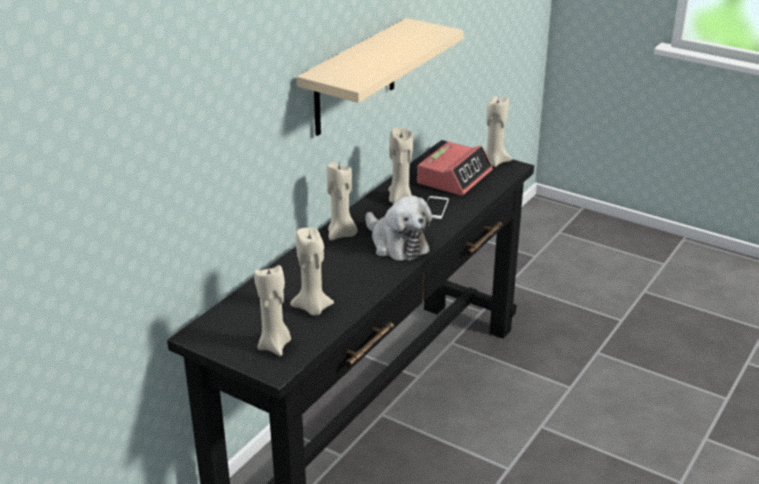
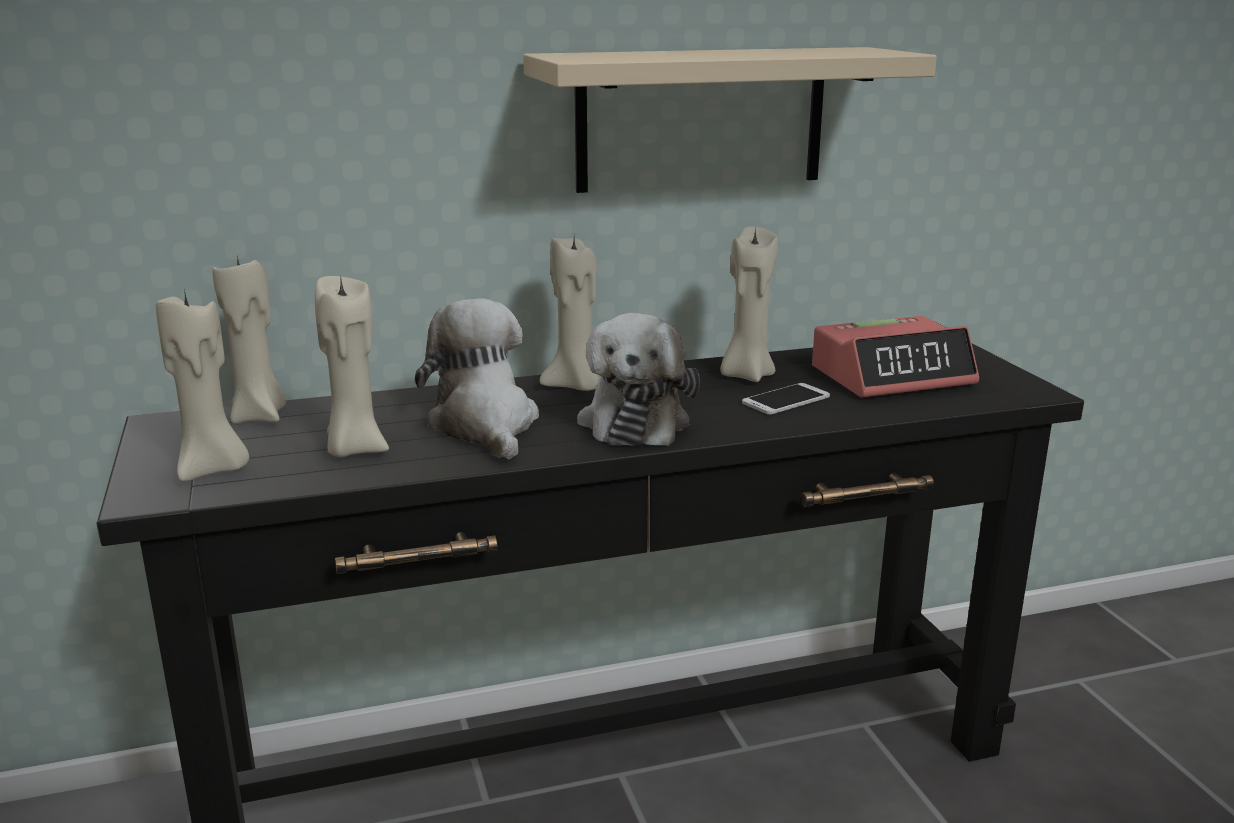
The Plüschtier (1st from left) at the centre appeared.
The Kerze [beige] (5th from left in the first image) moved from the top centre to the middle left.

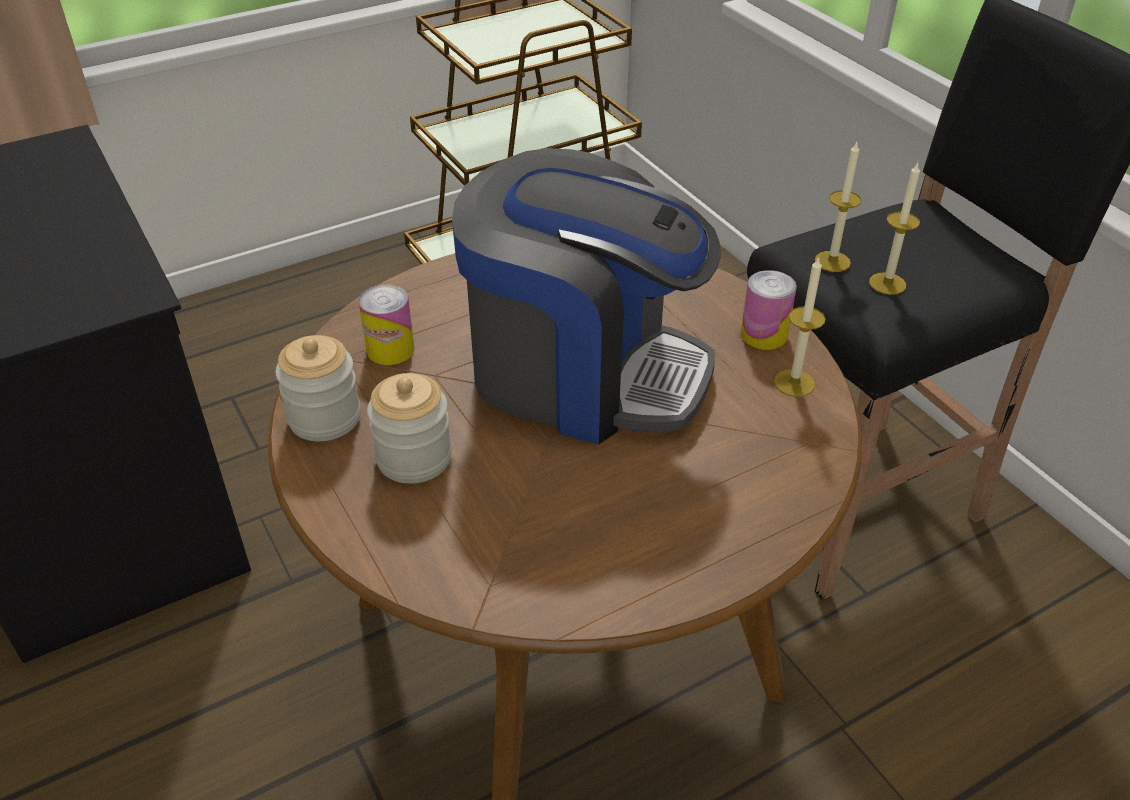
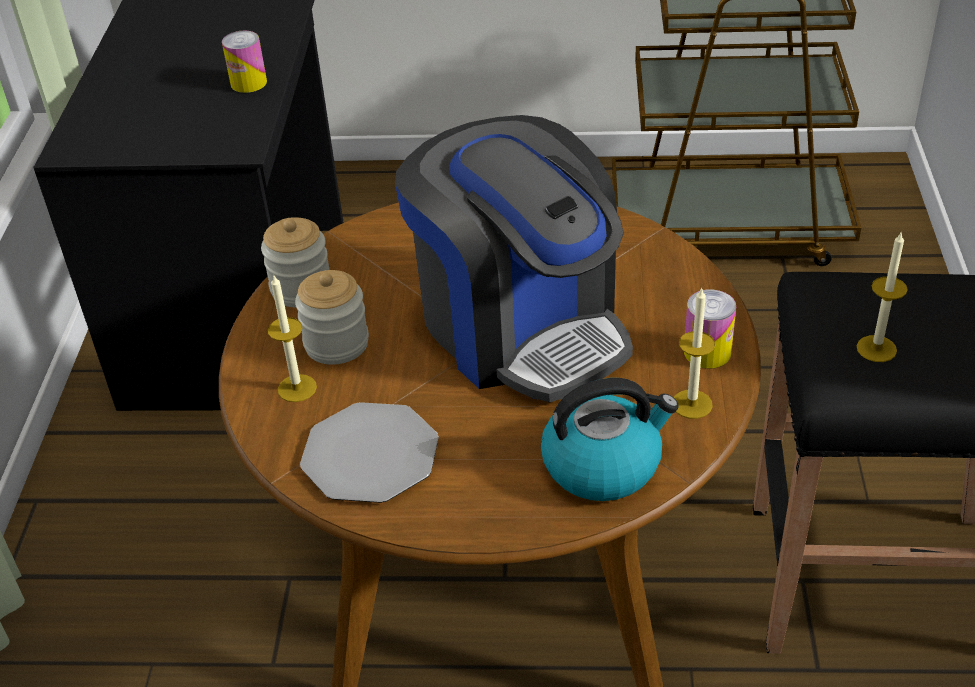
The Teller at the centre appeared.
The Wasserkessel at the centre appeared.
The Dose (1st from left) moved from the centre to the top left.
The Kerze (2nd from left in the first image) moved from the top right to the middle left.

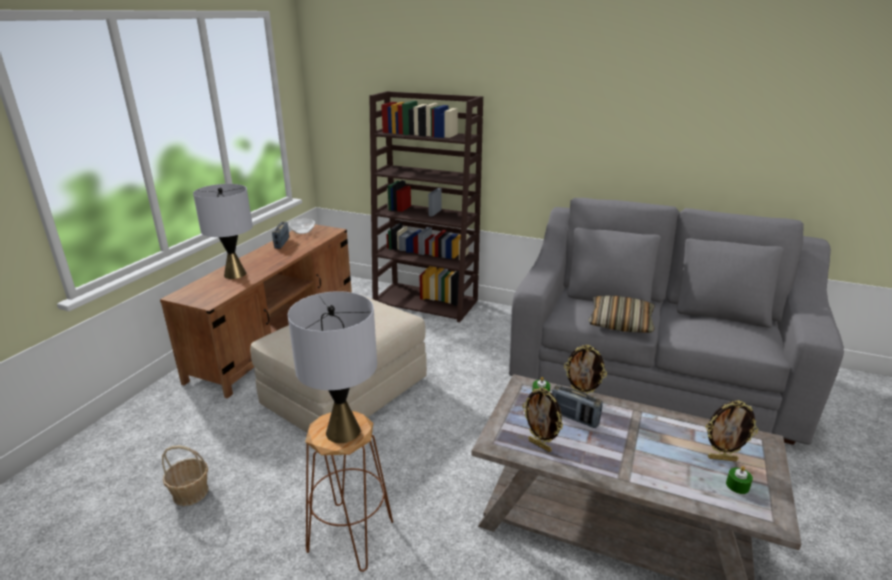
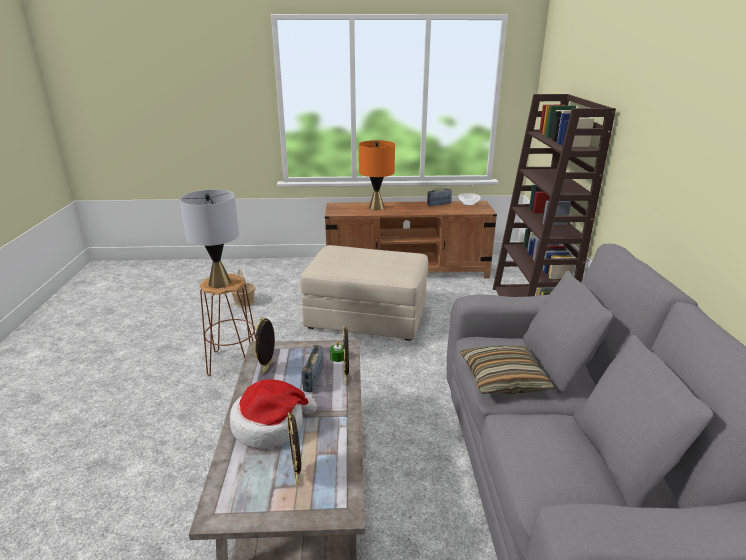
The Kerze [grün] (2nd from left) at the bottom right disappeared.
The Hut at the bottom centre appeared.
The Tischlampe [grau] (1st from left) at the middle left became the Tischlampe [orange] at the top centre.

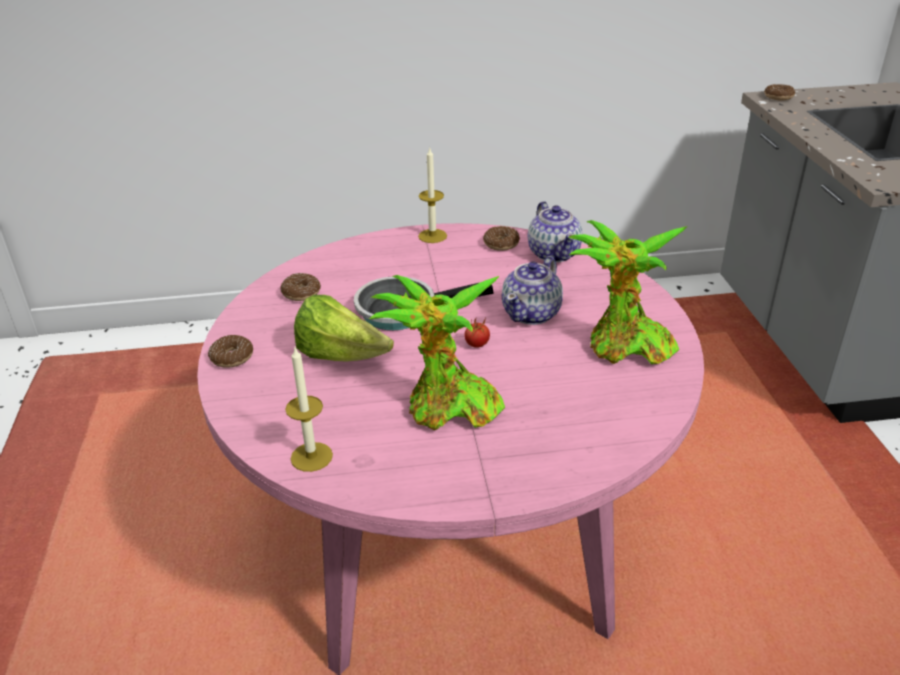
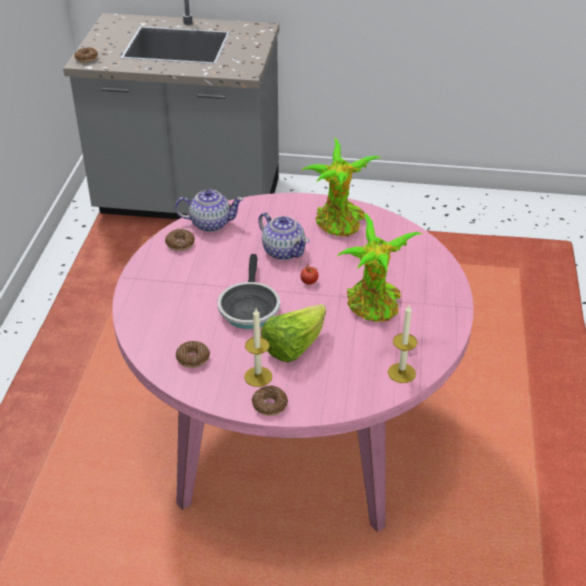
The Kerze (2nd from left in the first image) moved from the top centre to the centre.

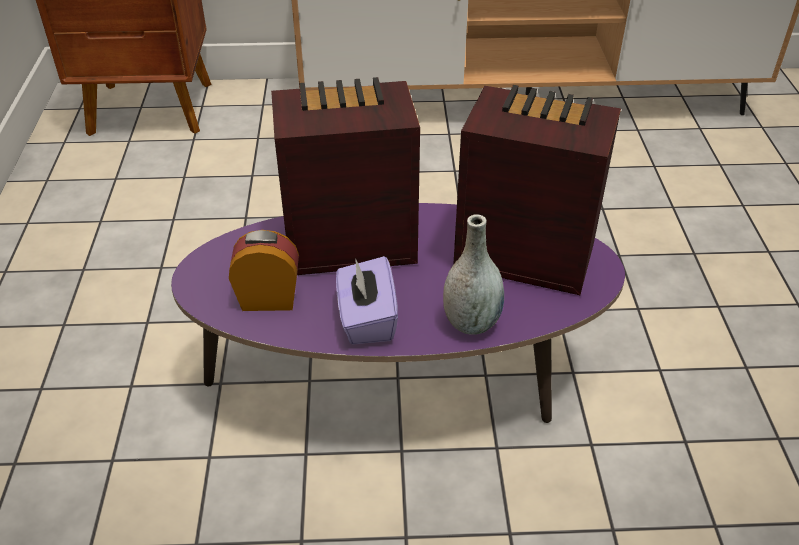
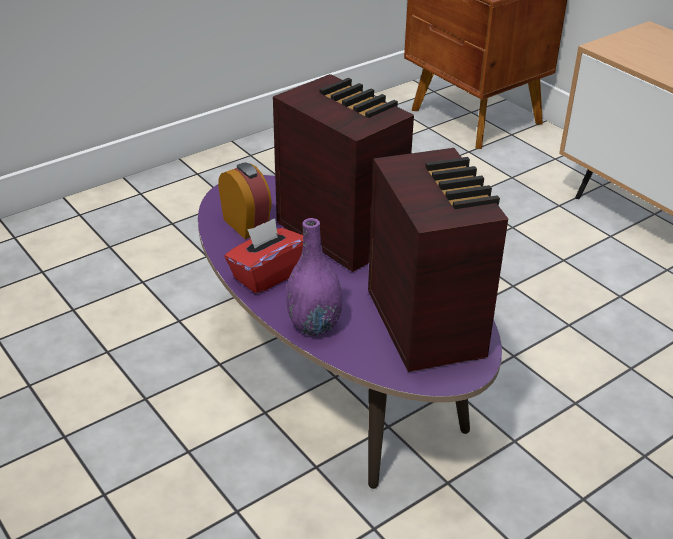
The Taschentuchbox [lila] at the centre became the Taschentuchbox [rot] at the centre.
The Vase [grau] at the centre became the Vase [lila] at the centre.

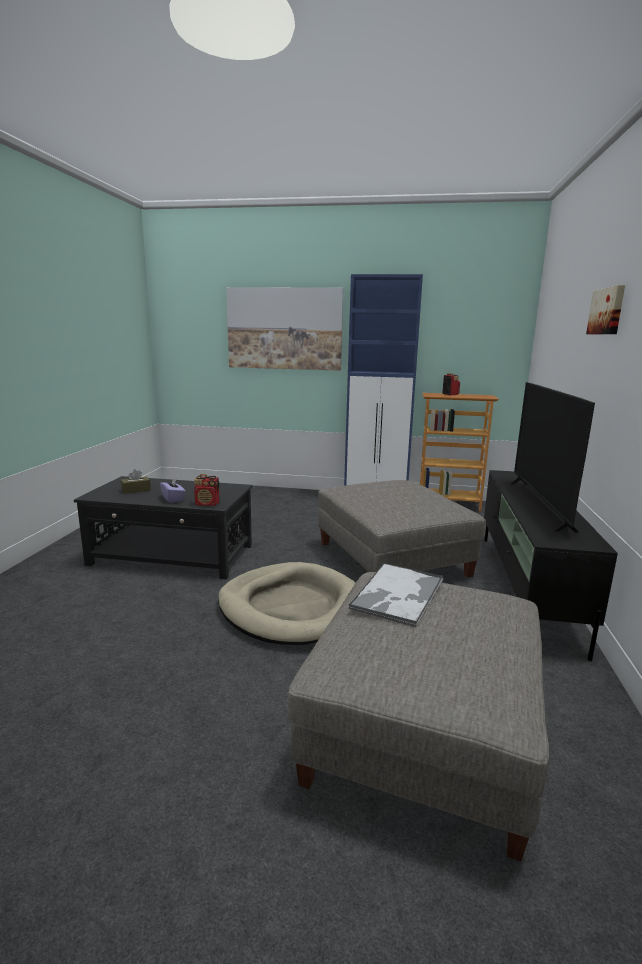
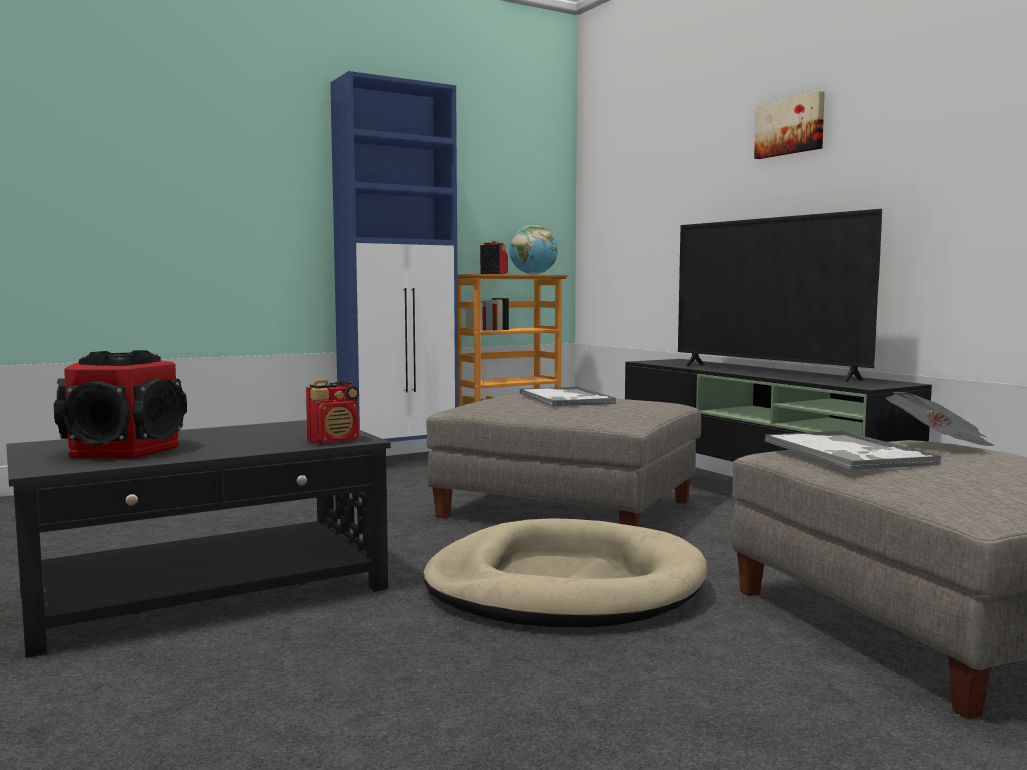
The Taschentuchbox [lila] at the middle left disappeared.
The Bild (1st from left) at the centre disappeared.
The Globus at the top centre appeared.
The Tablett (1st from left) at the centre appeared.
The Zeitung at the middle right appeared.
The Taschentuchbox [braun] at the middle left was replaced by the Lautsprecher at the middle left.

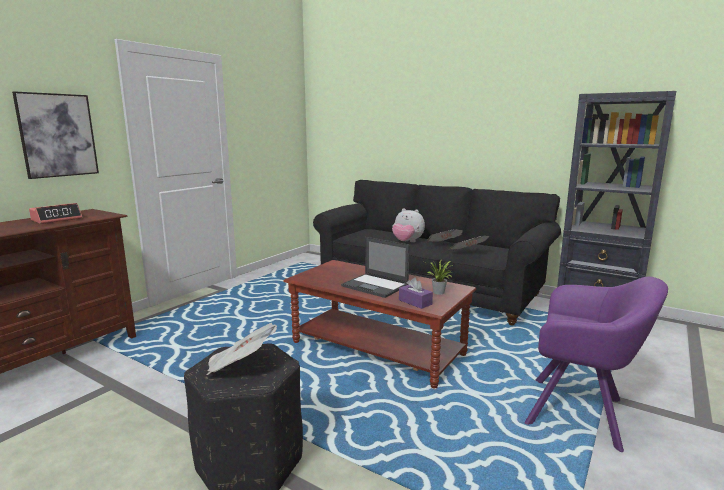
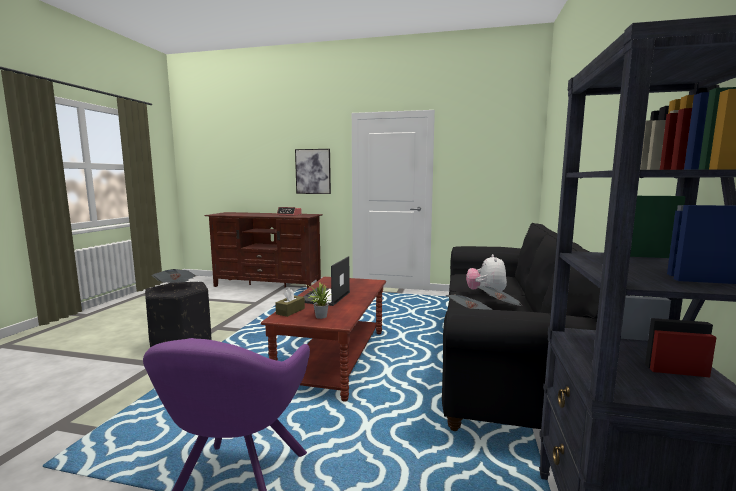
The Taschentuchbox [lila] at the centre became the Taschentuchbox [braun] at the centre.

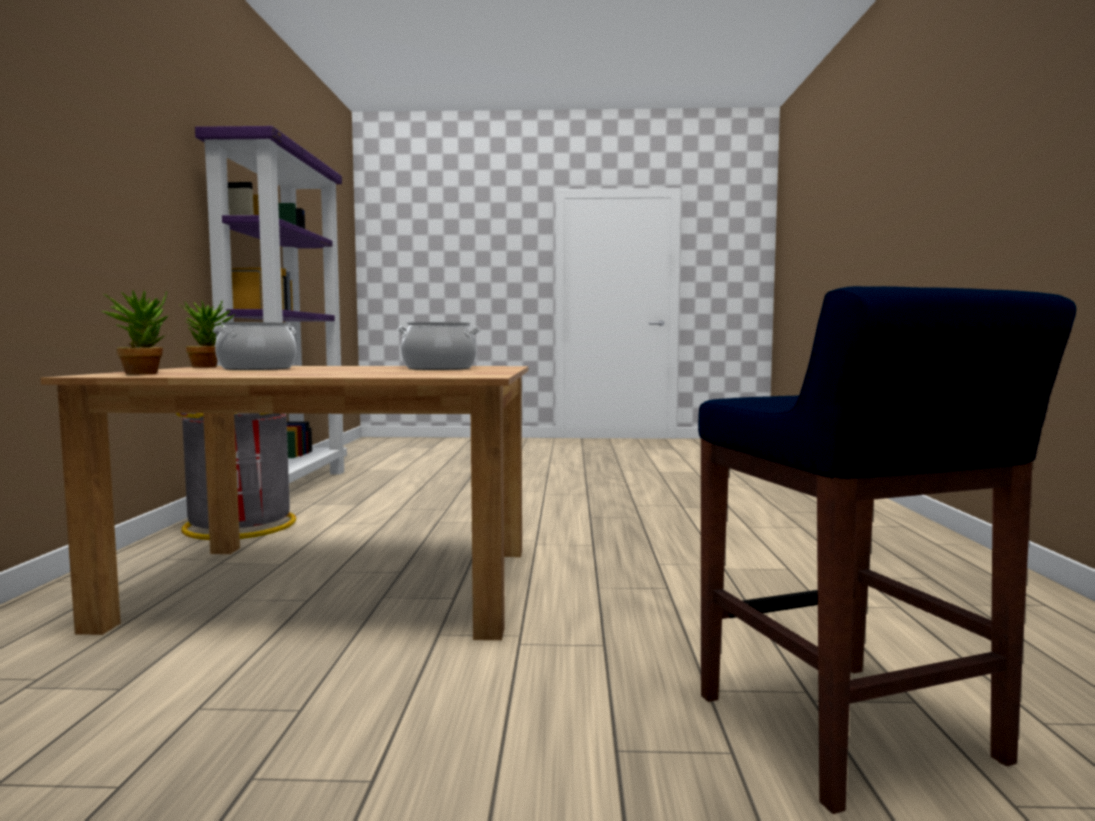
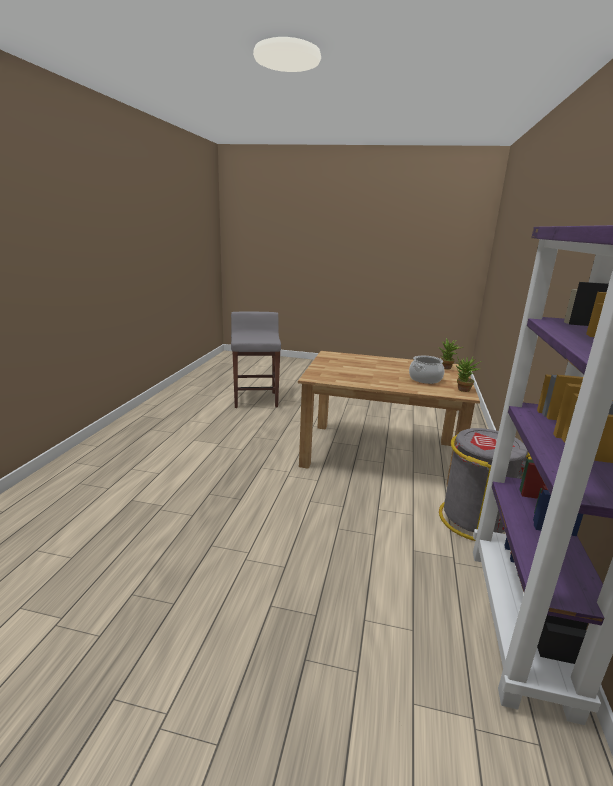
The Kochtopf (2nd from left) at the centre disappeared.
The Hocker [blau] at the bottom right became the Hocker [grau] at the centre.

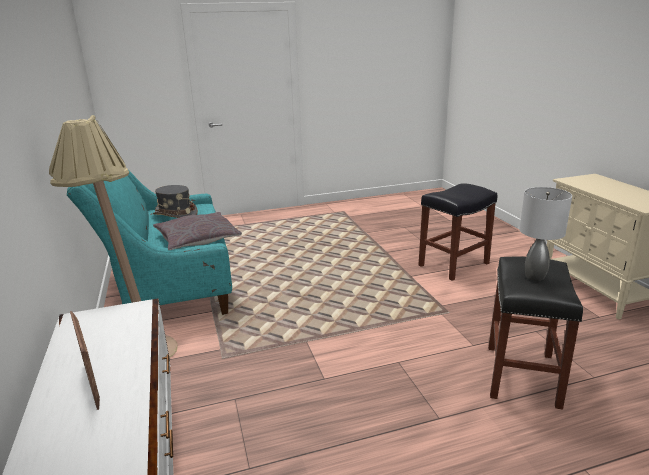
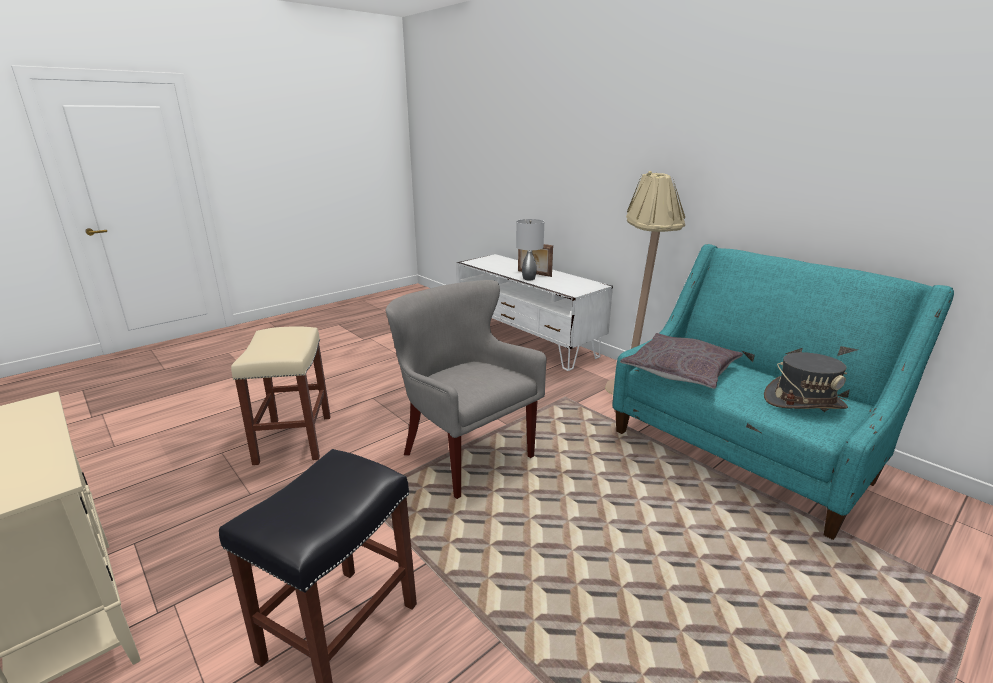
The Sessel [grau] at the centre appeared.
The Tischlampe [grau] moved from the middle right to the centre.
The Hocker [schwarz] (2nd from left) at the bottom right became the Hocker [beige] at the middle left.

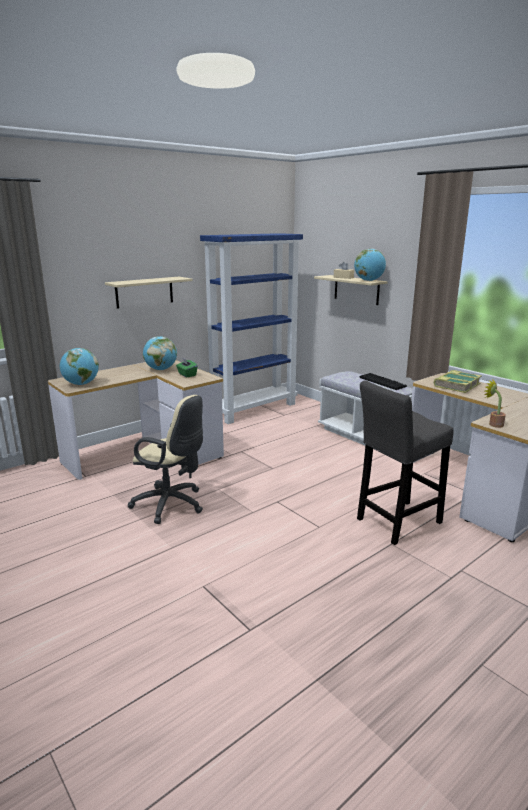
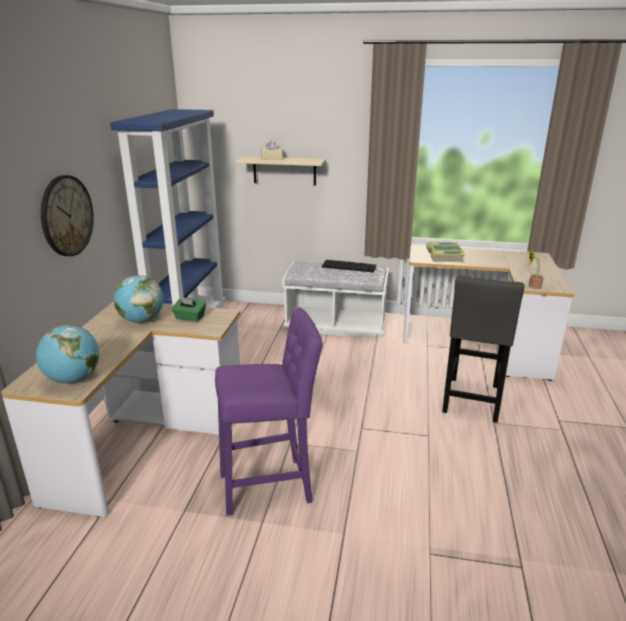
The Globus (3rd from left) at the top right disappeared.
The Wandregal [beige] (1st from left) at the middle left was replaced by the Wanduhr at the middle left.
The Bürostuhl [beige] at the middle left was replaced by the Hocker [lila] at the centre.

